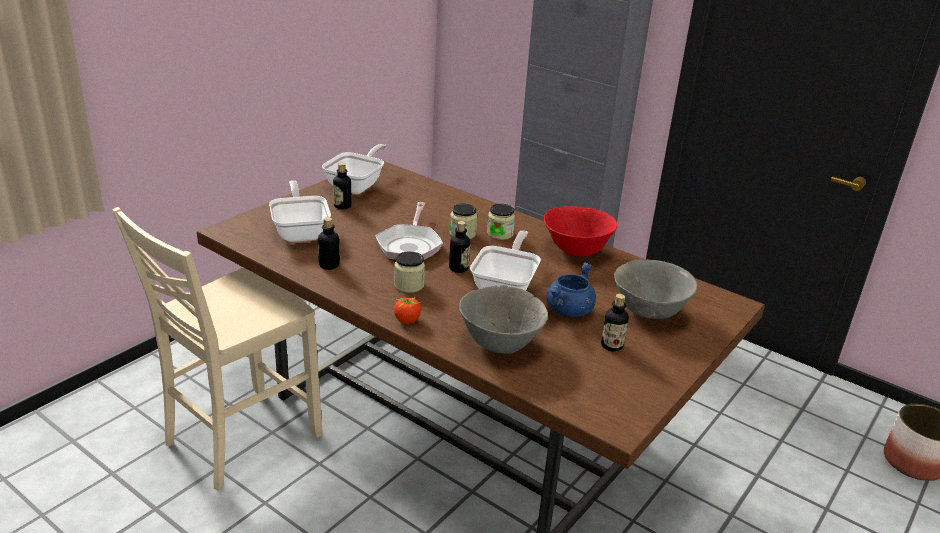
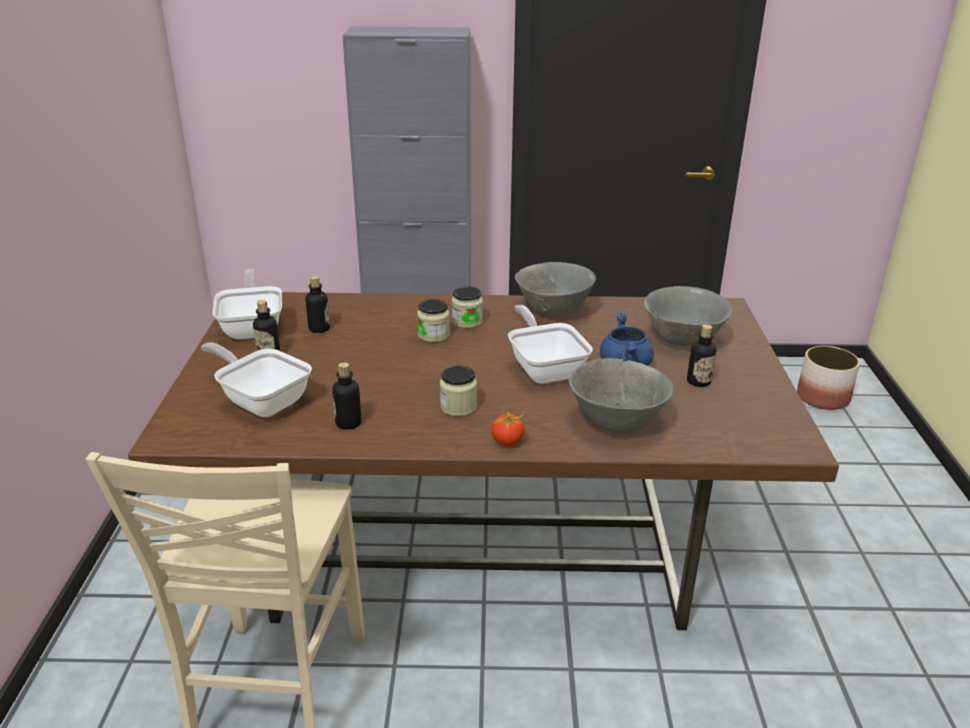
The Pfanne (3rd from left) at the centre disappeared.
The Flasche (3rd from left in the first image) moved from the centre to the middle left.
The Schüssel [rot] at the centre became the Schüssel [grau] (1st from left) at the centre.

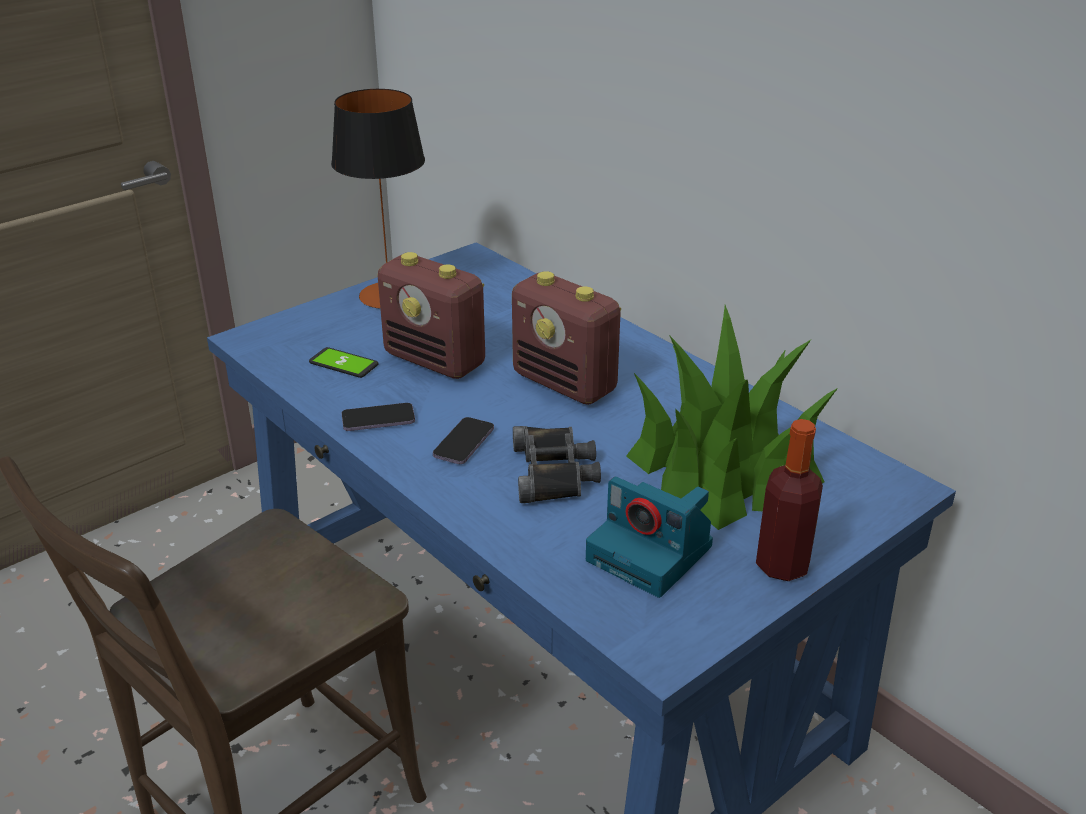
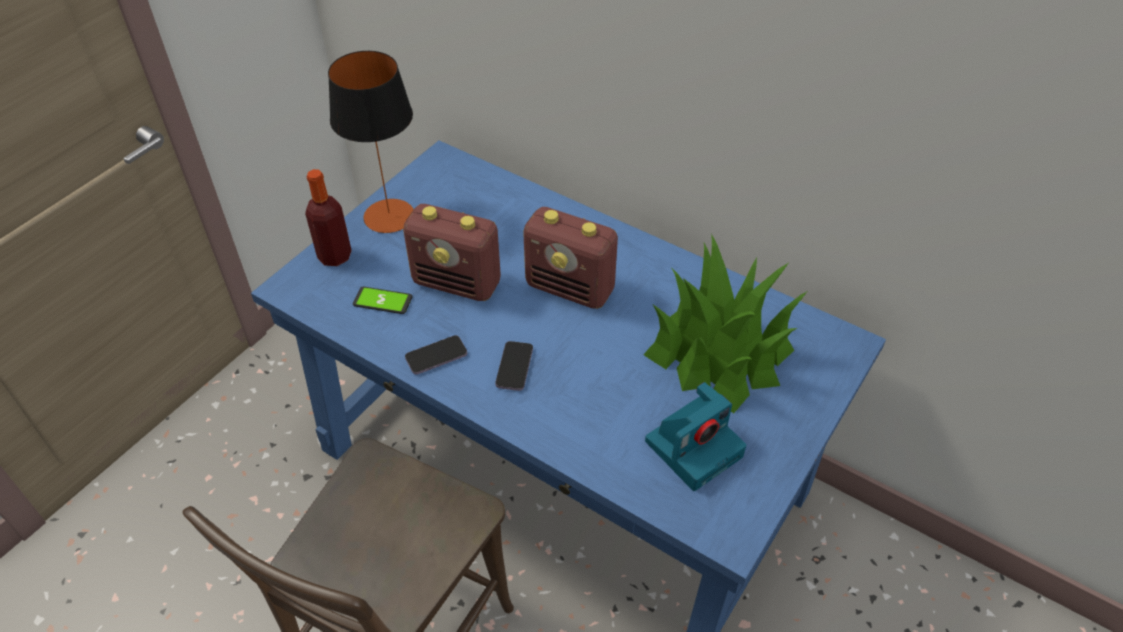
The Fernglas [schwarz] at the centre disappeared.
The Flasche moved from the middle right to the middle left.
The Kamera at the centre turned 60 degrees counterclockwise.

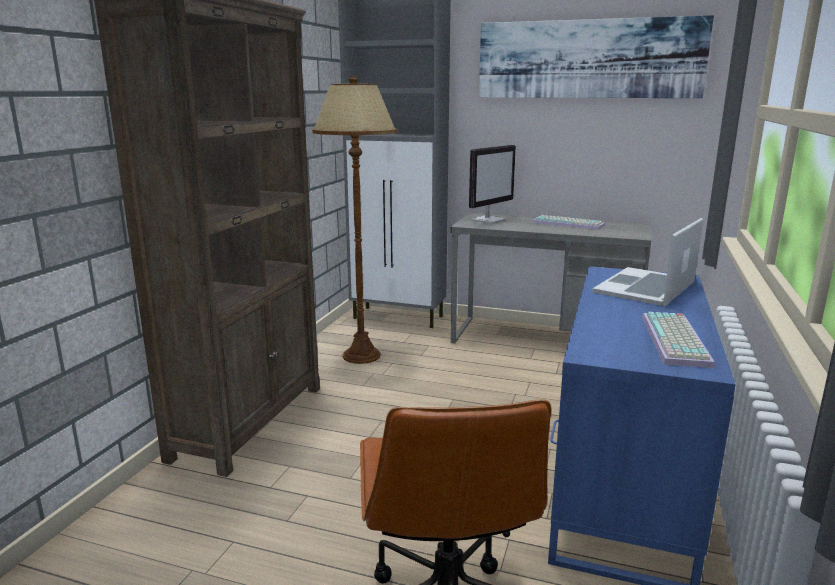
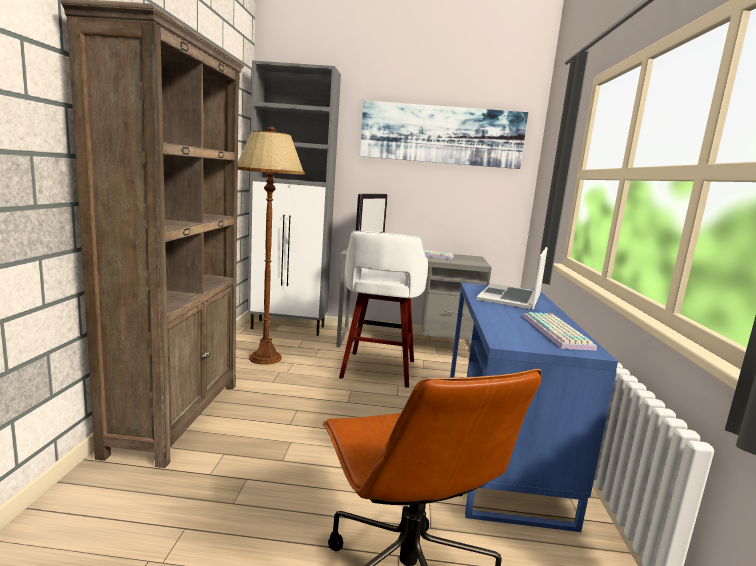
The Hocker [weiß] at the centre appeared.

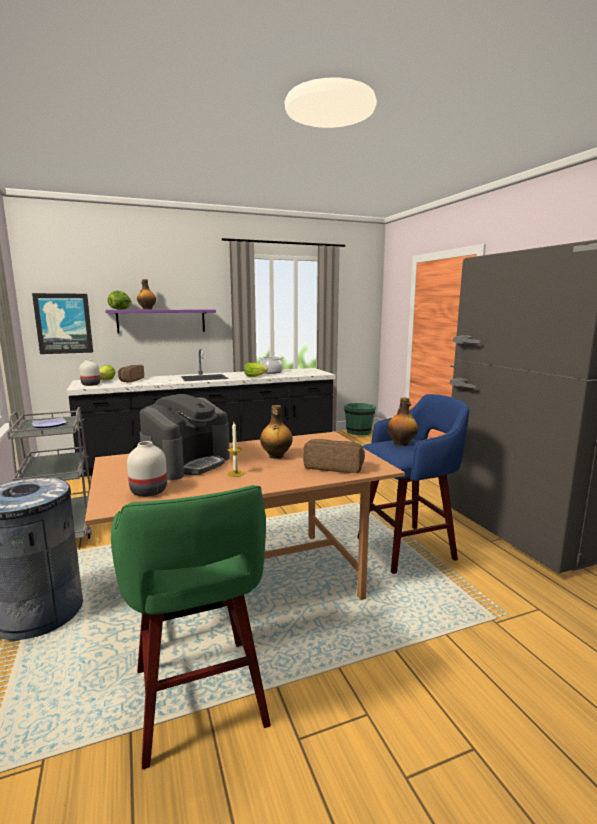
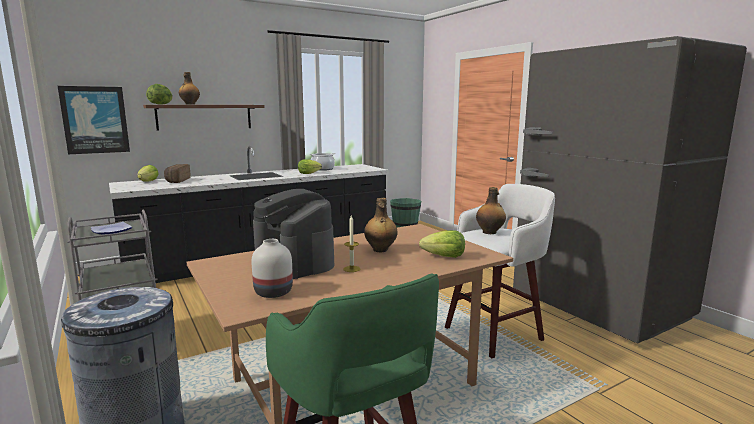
The Vase [weiß] (1st from left) at the middle left disappeared.
The Brot (2nd from left) at the centre was replaced by the Salatkopf (4th from left) at the centre.
The Wandregal [lila] at the middle left became the Wandregal [braun] at the top left.
The Hocker [blau] at the middle right became the Hocker [weiß] at the centre.
The Kaffeemaschine at the middle left turned 120 degrees clockwise.

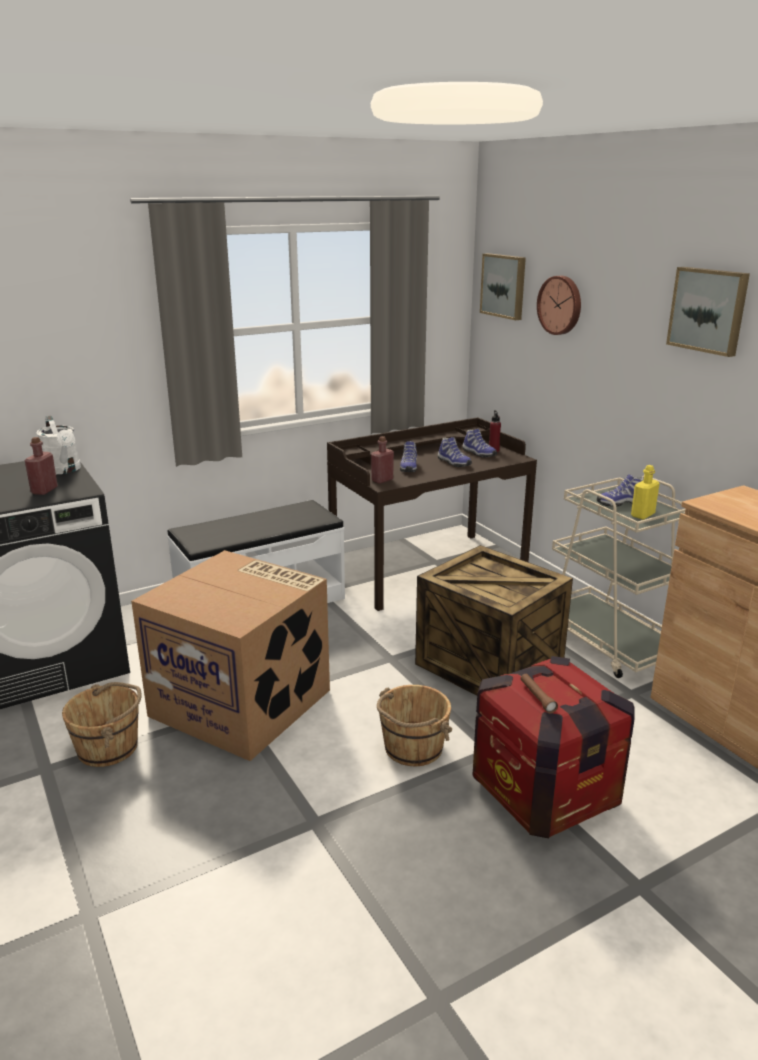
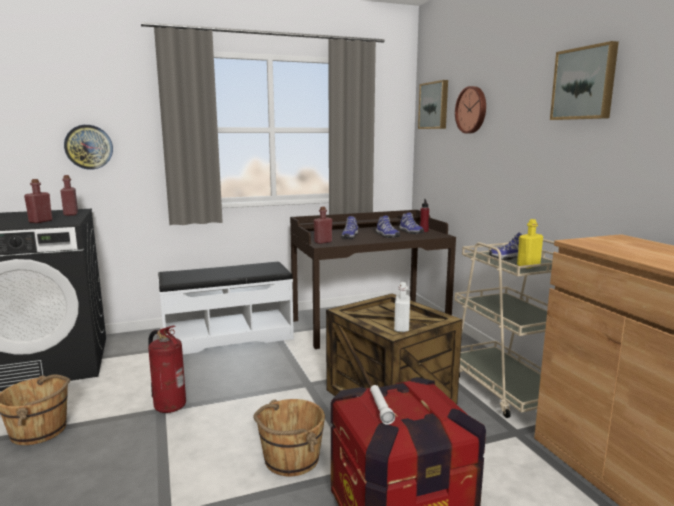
The Wanduhr (1st from left) at the top left appeared.
The Flasche [weiß] at the centre appeared.
The Gießkanne [weiß] at the middle left was replaced by the Flasche [rot] (2nd from left) at the middle left.
The Karton at the middle left was replaced by the Feuerlöscher at the bottom left.
The Taschenlampe [braun] at the middle right became the Taschenlampe [weiß] at the bottom centre.

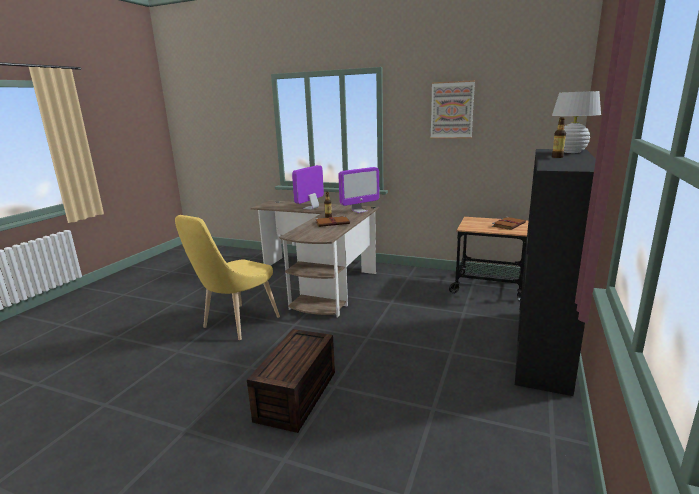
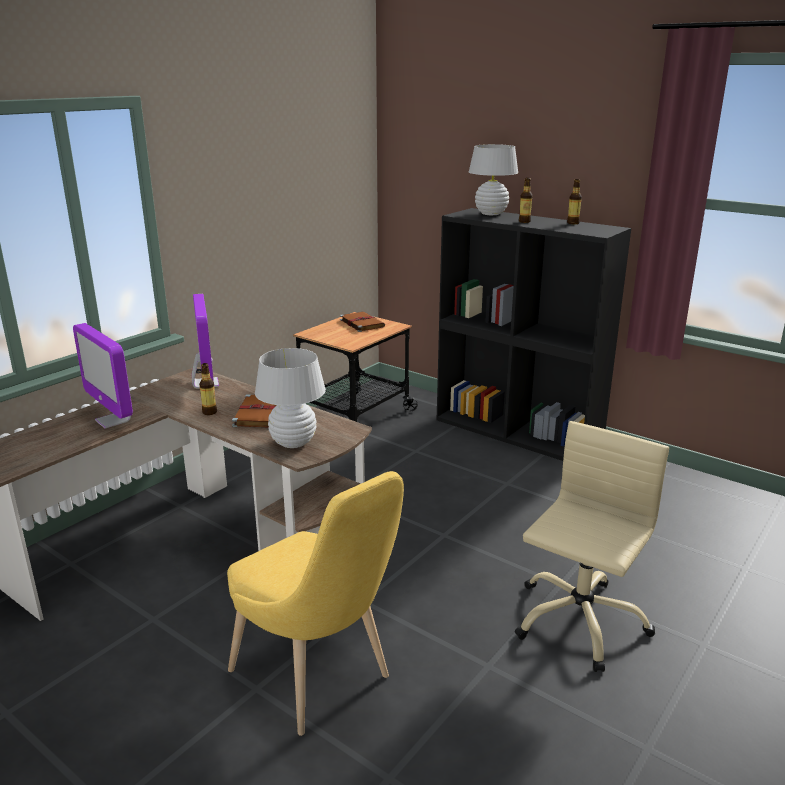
The Bild at the top centre disappeared.
The Tischlampe [weiß] (1st from left) at the centre appeared.
The Flasche (3rd from left) at the top right appeared.
The Aufbewahrungsbox [braun] at the bottom centre was replaced by the Bürostuhl [beige] at the bottom right.

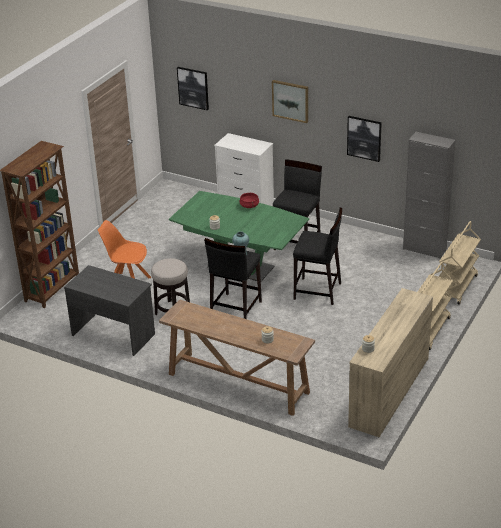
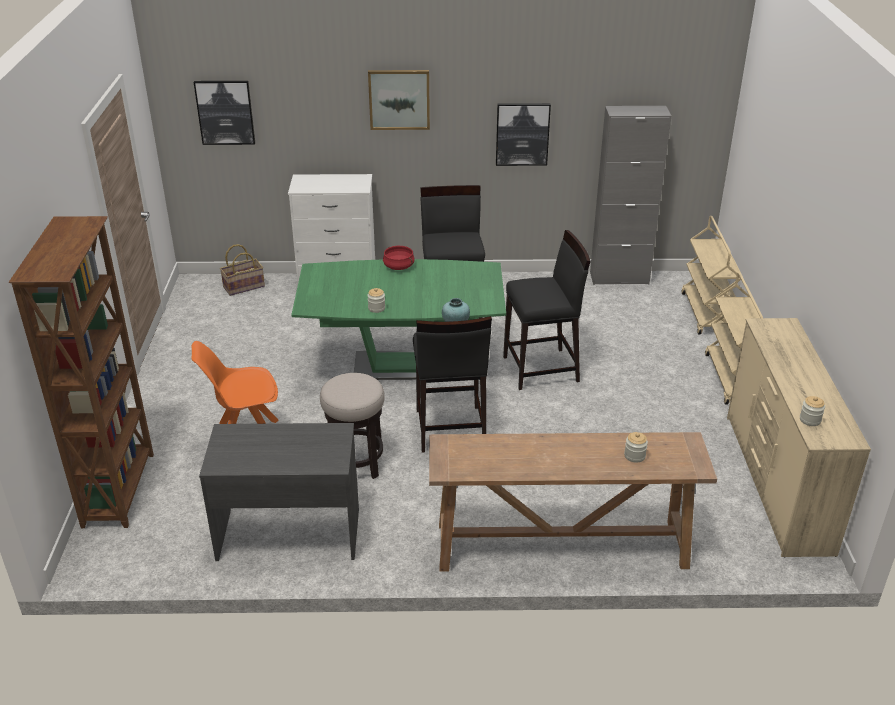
The Korb at the middle left appeared.

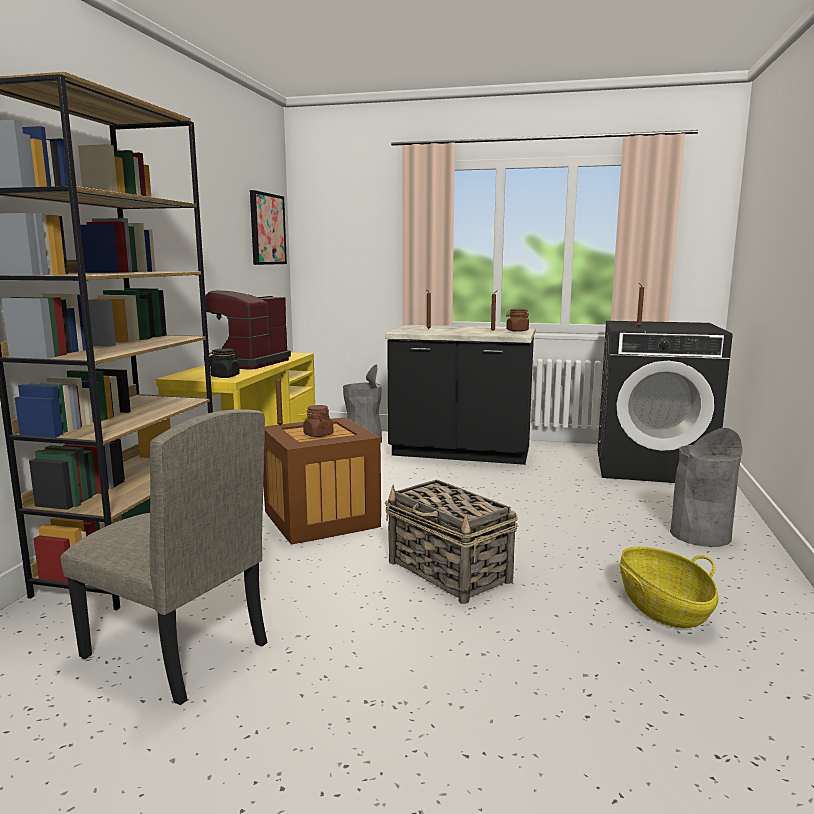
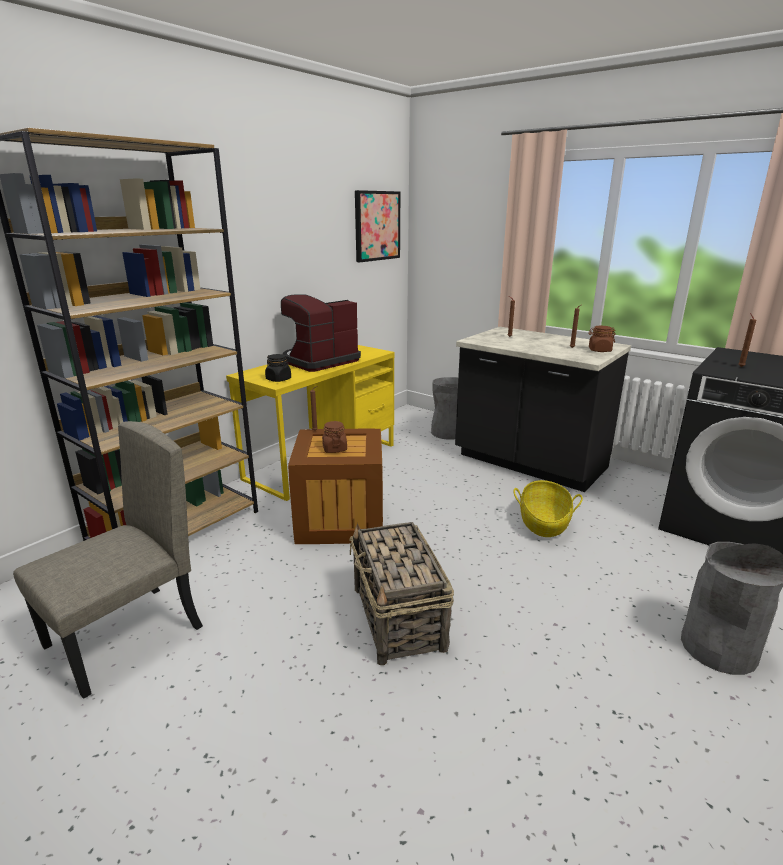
The Korb (2nd from left) moved from the bottom right to the middle right.
The Stuhl [beige] at the bottom left turned 105 degrees counterclockwise.

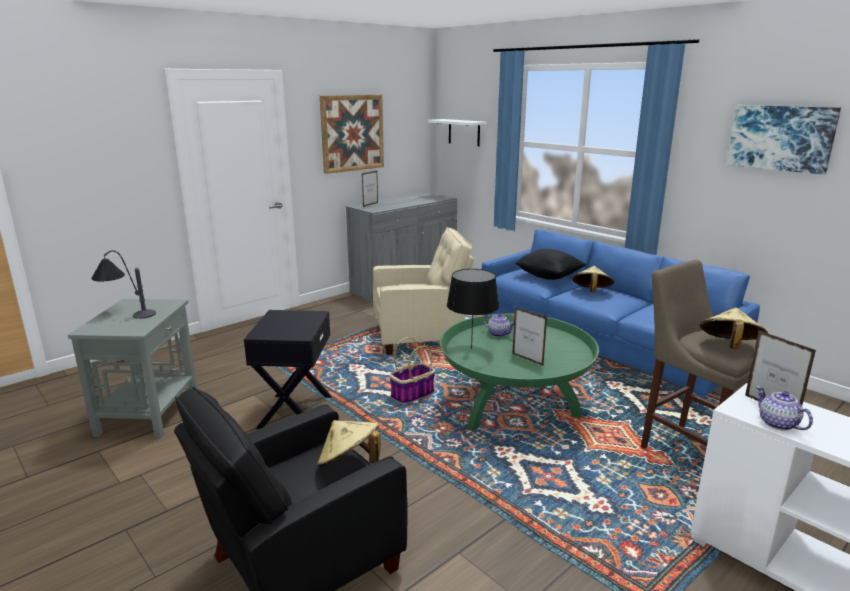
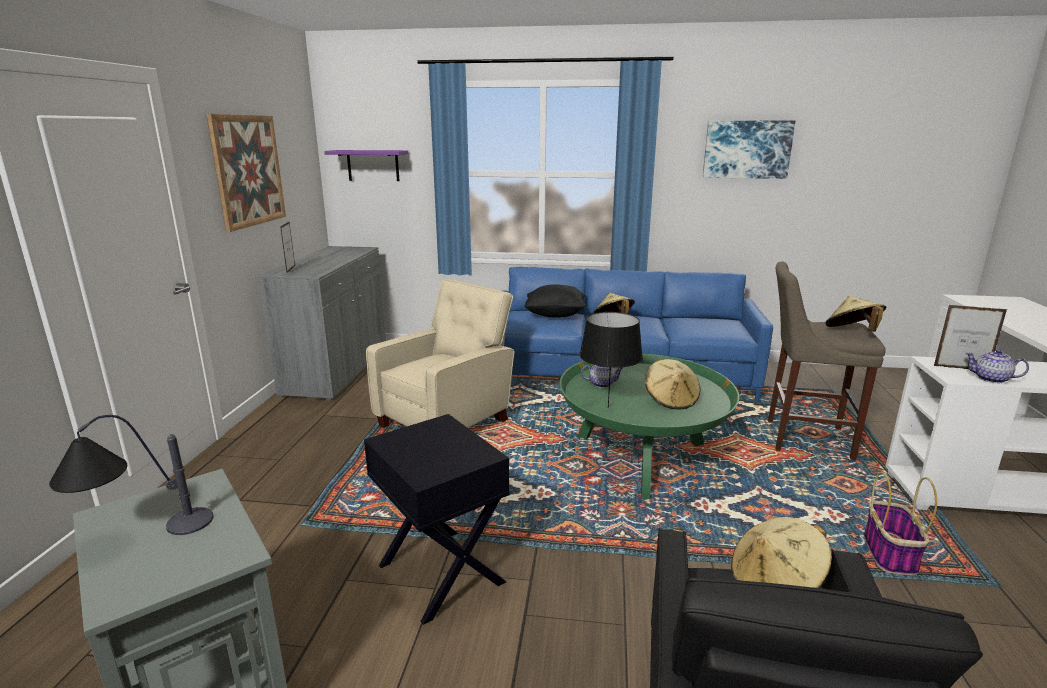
The Korb moved from the centre to the bottom right.
The Bilderrahmen (2nd from left) at the centre was replaced by the Hut [beige] (2nd from left) at the centre.
The Wandregal [weiß] at the top centre became the Wandregal [lila] at the top centre.

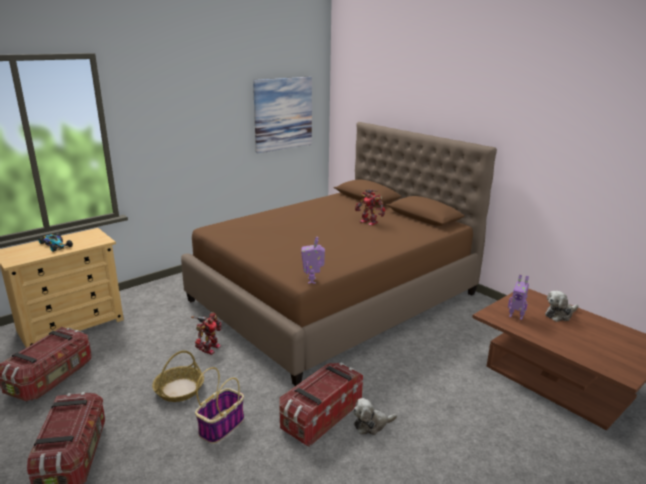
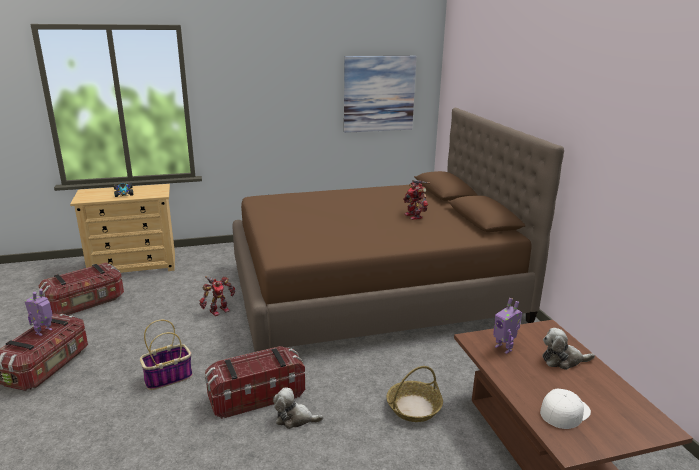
The Kappe [weiß] at the bottom right appeared.
The Korb (1st from left in the first image) moved from the bottom left to the bottom centre.
The Spielzeugroboter (2nd from left in the first image) moved from the centre to the middle left.

